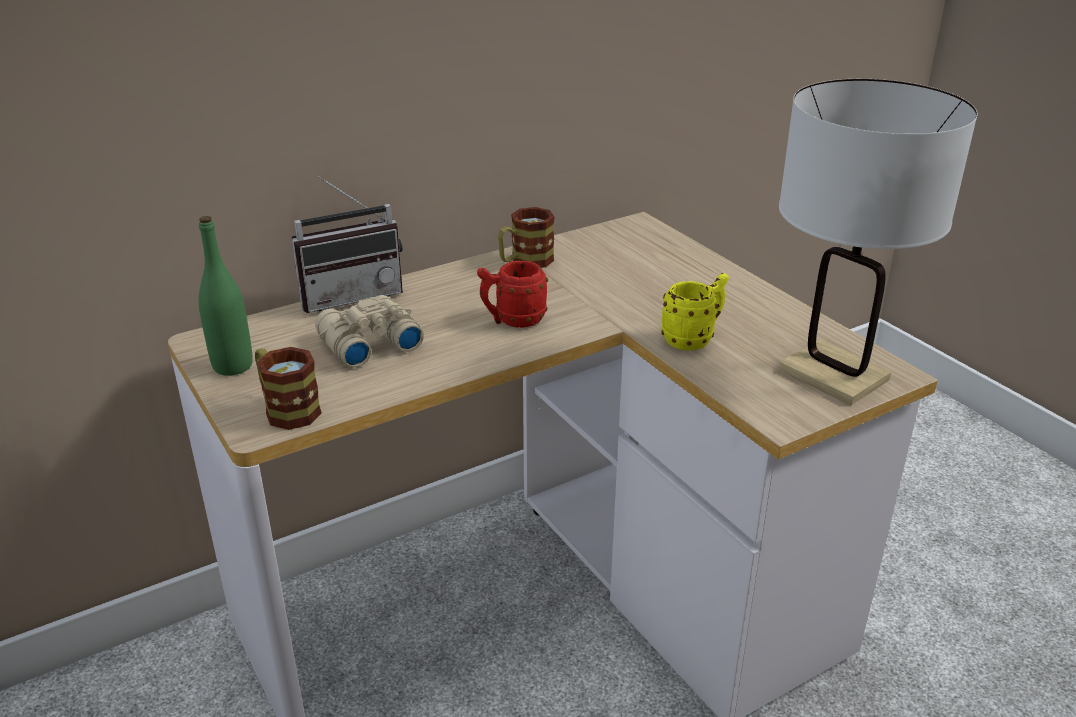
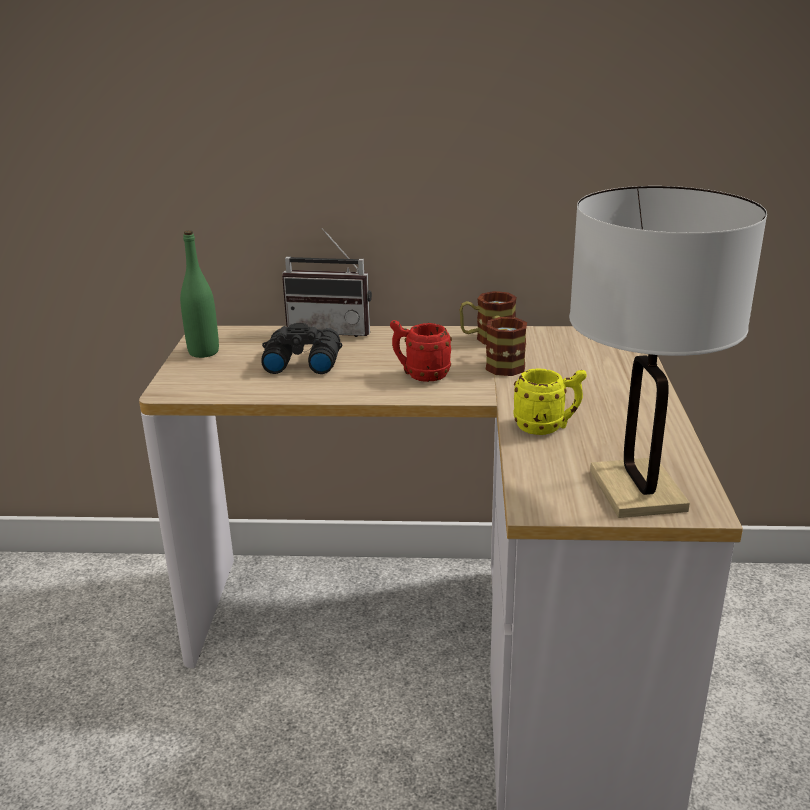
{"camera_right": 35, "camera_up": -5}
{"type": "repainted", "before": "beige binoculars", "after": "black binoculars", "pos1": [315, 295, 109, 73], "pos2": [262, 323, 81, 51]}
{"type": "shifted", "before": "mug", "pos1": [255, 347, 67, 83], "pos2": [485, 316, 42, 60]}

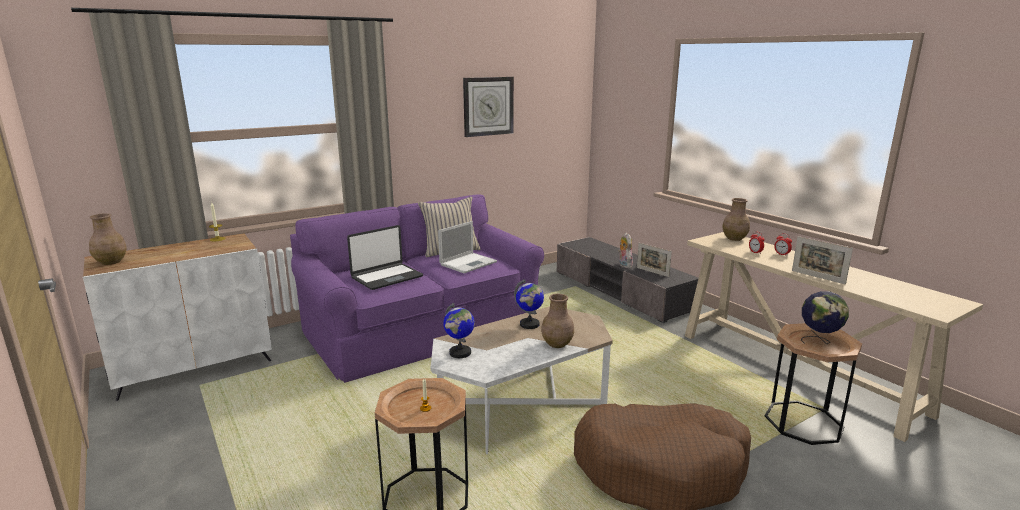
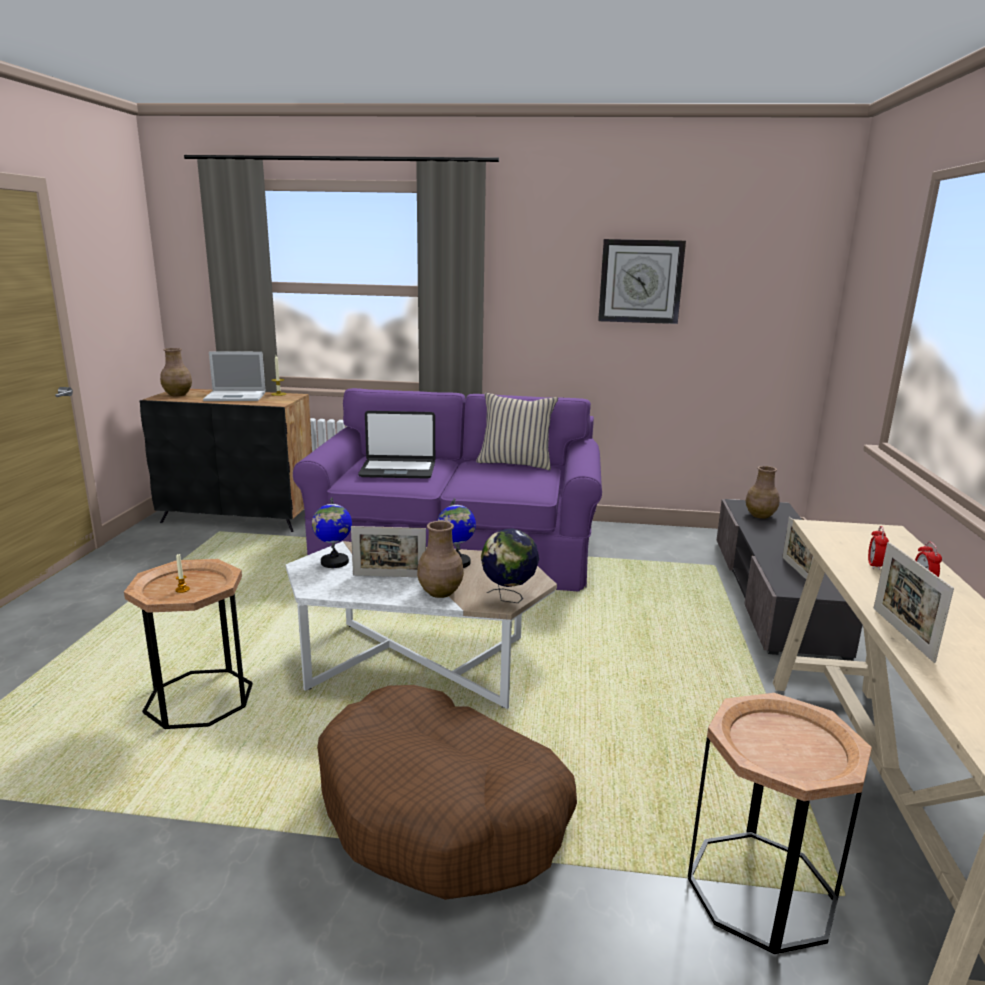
{"camera_right": 40, "camera_up": 0}
{"type": "shifted", "before": "brown vase", "pos1": [722, 198, 28, 43], "pos2": [746, 466, 34, 53]}
{"type": "shifted", "before": "laptop", "pos1": [438, 221, 59, 52], "pos2": [203, 351, 62, 50]}
{"type": "repainted", "before": "white cabinet", "after": "black cabinet", "pos1": [83, 233, 189, 168], "pos2": [139, 389, 173, 143]}
{"type": "gone", "before": "plush toy", "pos1": [618, 233, 15, 35]}
{"type": "shifted", "before": "globe", "pos1": [801, 291, 48, 53], "pos2": [481, 528, 58, 75]}
{"type": "new", "after": "picture frame", "pos2": [351, 526, 75, 51]}

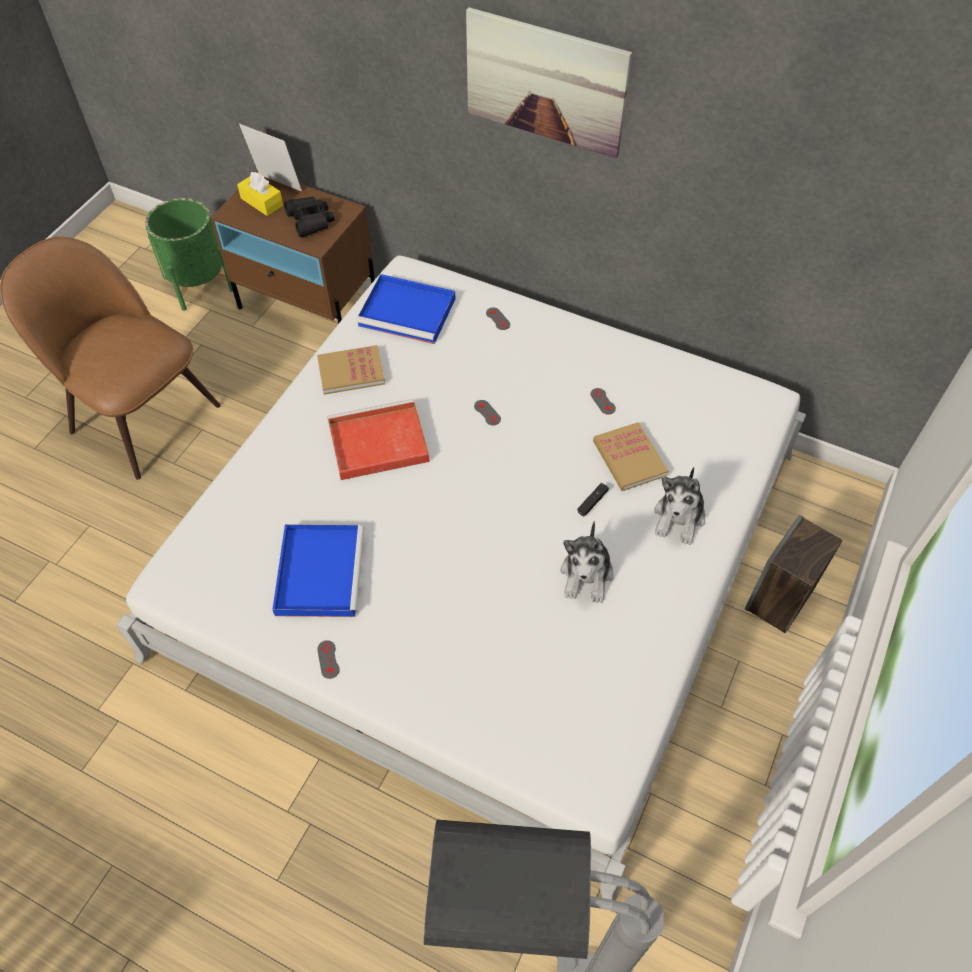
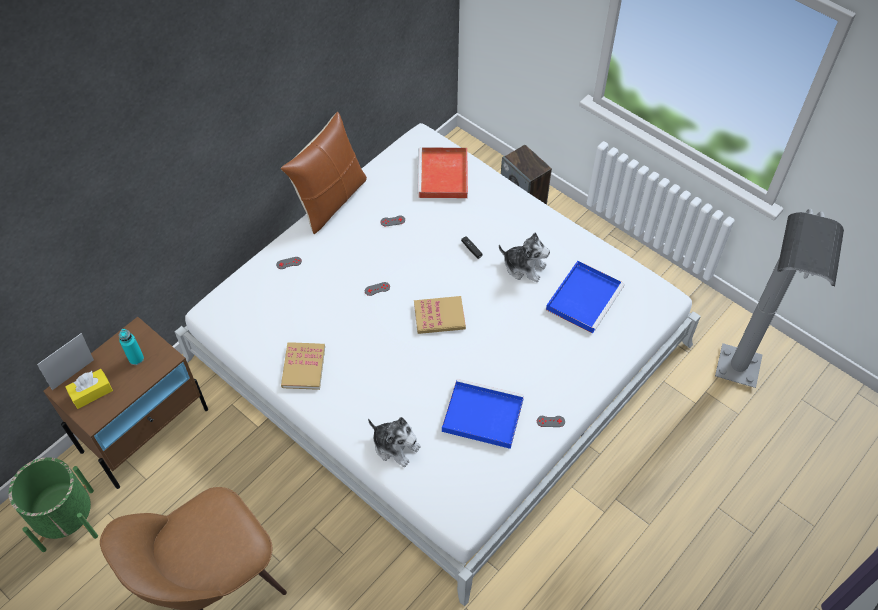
{"camera_right": -75, "camera_up": 0}
{"type": "gone", "before": "picture", "pos1": [466, 7, 166, 151]}
{"type": "swapped", "before": "black binoculars", "after": "turquoise bottle", "pos1": [284, 196, 51, 41], "pos2": [118, 329, 26, 36]}
{"type": "shifted", "before": "blue tray", "pos1": [357, 274, 98, 70], "pos2": [546, 261, 79, 73]}
{"type": "shifted", "before": "red tray", "pos1": [327, 399, 103, 81], "pos2": [417, 147, 51, 51]}
{"type": "shifted", "before": "book", "pos1": [593, 422, 75, 69], "pos2": [414, 296, 52, 38]}
{"type": "shifted", "before": "plush toy", "pos1": [654, 467, 51, 78], "pos2": [368, 417, 53, 50]}
{"type": "new", "after": "brown pillow", "pos2": [281, 112, 86, 122]}

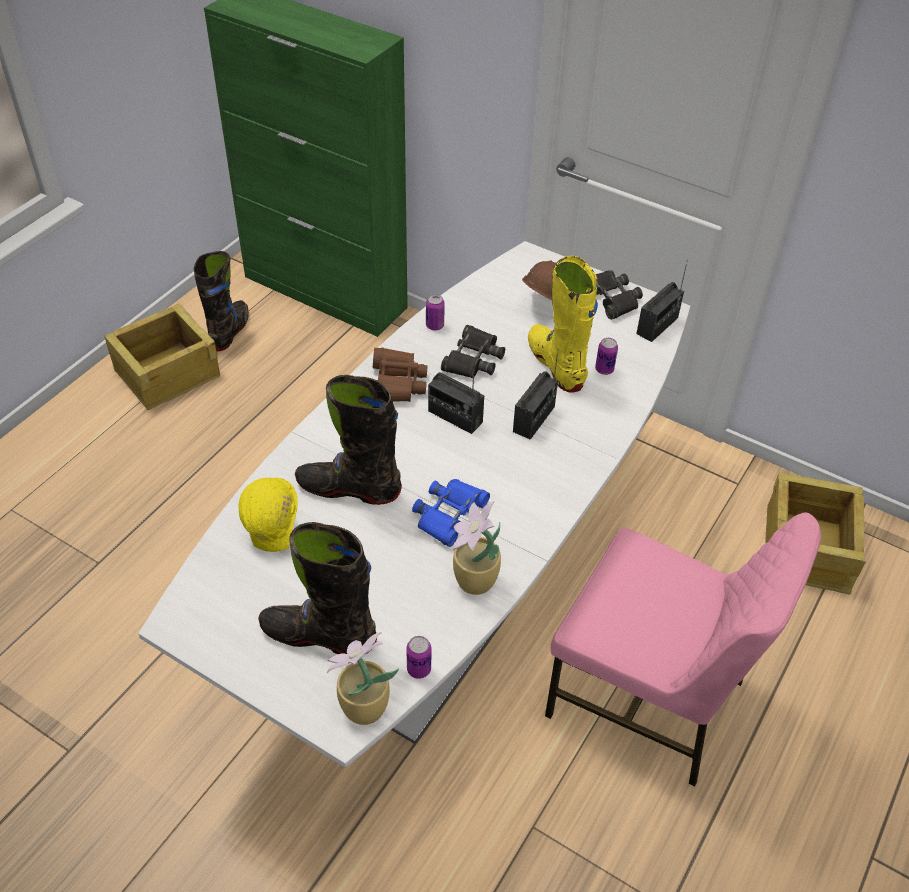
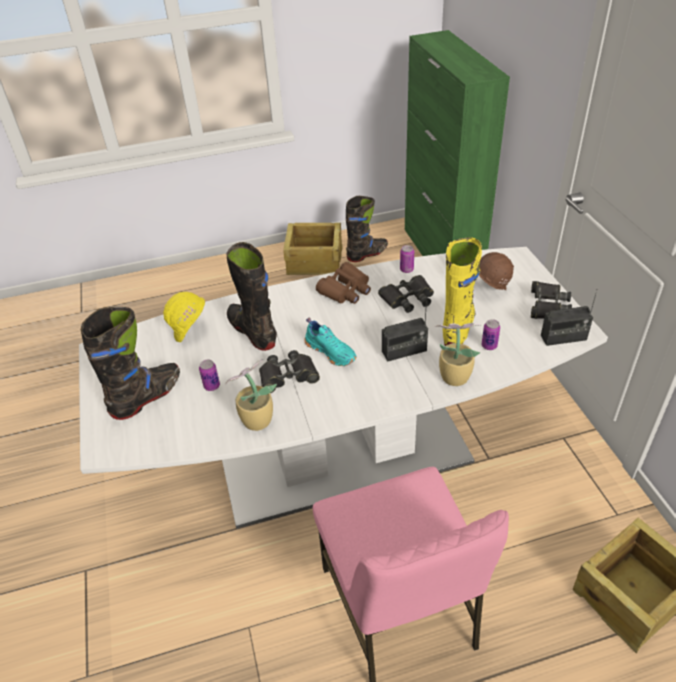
{"camera_right": 45, "camera_up": -5}
{"type": "gone", "before": "radio", "pos1": [428, 372, 56, 62]}
{"type": "repainted", "before": "blue binoculars", "after": "black binoculars", "pos1": [412, 479, 78, 68], "pos2": [259, 350, 61, 43]}
{"type": "rotated", "before": "black boot", "pos1": [258, 522, 119, 132], "pos2": [81, 307, 99, 113], "turn": 75}
{"type": "shifted", "before": "potted plant", "pos1": [327, 632, 72, 93], "pos2": [435, 323, 46, 63]}
{"type": "shifted", "before": "can", "pos1": [406, 636, 25, 43], "pos2": [199, 360, 21, 31]}
{"type": "new", "after": "turquoise shoe", "pos2": [304, 318, 52, 48]}

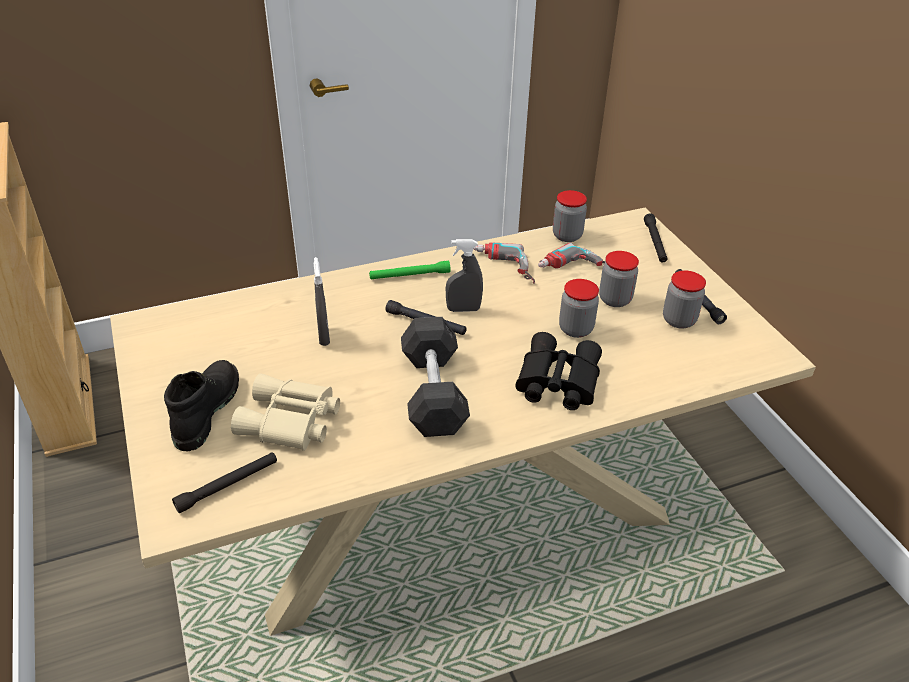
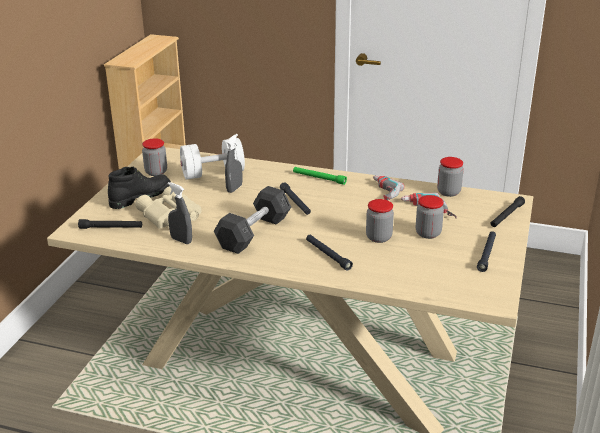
{"camera_right": 40, "camera_up": -10}
{"type": "shifted", "before": "grey spray bottle", "pos1": [446, 239, 37, 73], "pos2": [168, 182, 24, 62]}
{"type": "shifted", "before": "jar", "pos1": [663, 271, 43, 58], "pos2": [142, 138, 25, 38]}
{"type": "swapped", "before": "black binoculars", "after": "black flashlight", "pos1": [515, 332, 87, 78], "pos2": [306, 235, 47, 36]}
{"type": "new", "after": "white dumbbell", "pos2": [180, 138, 65, 42]}

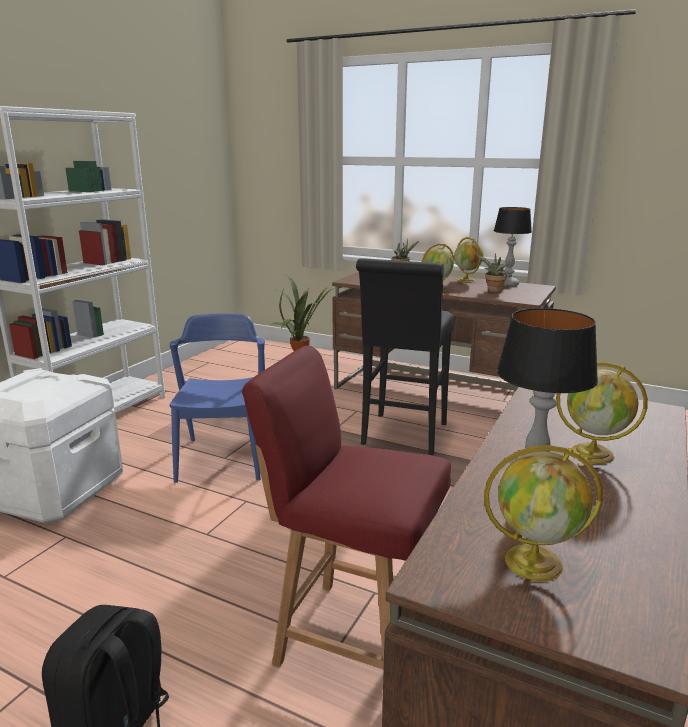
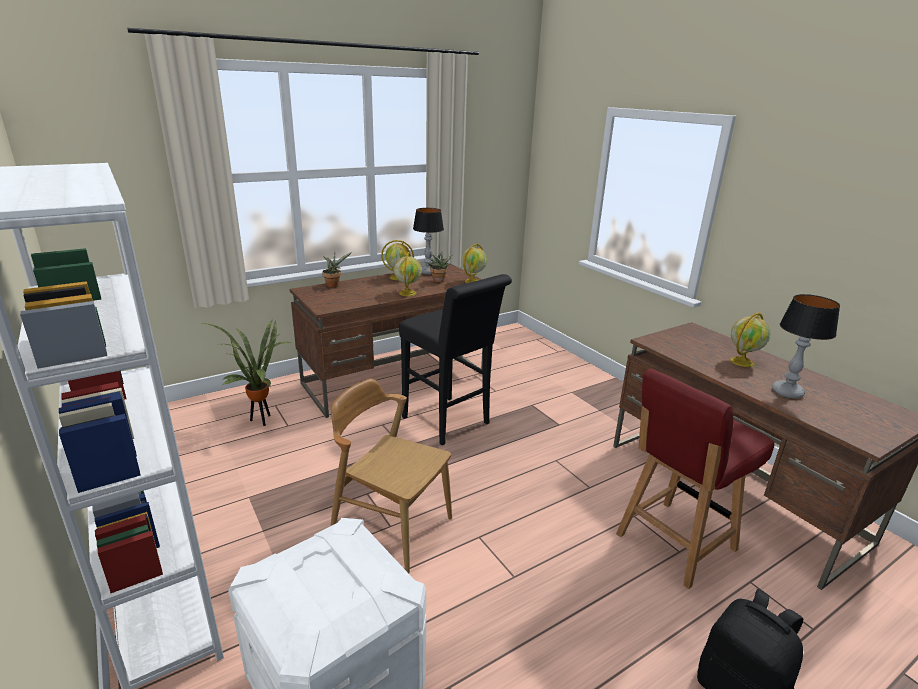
{"camera_right": -60, "camera_up": 5}
{"type": "repainted", "before": "blue chair", "after": "brown chair", "pos1": [169, 314, 96, 169], "pos2": [330, 378, 122, 195]}
{"type": "shifted", "before": "globe", "pos1": [484, 445, 119, 136], "pos2": [461, 244, 26, 39]}

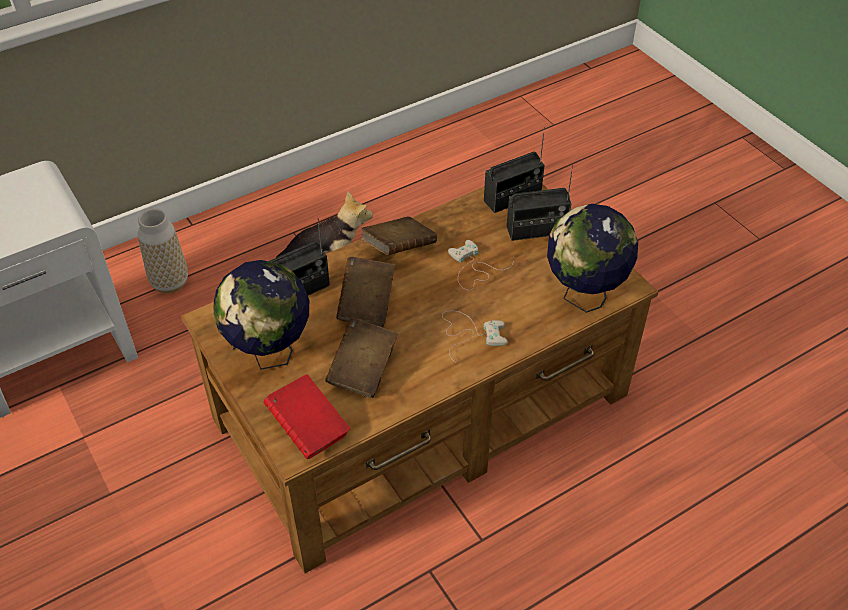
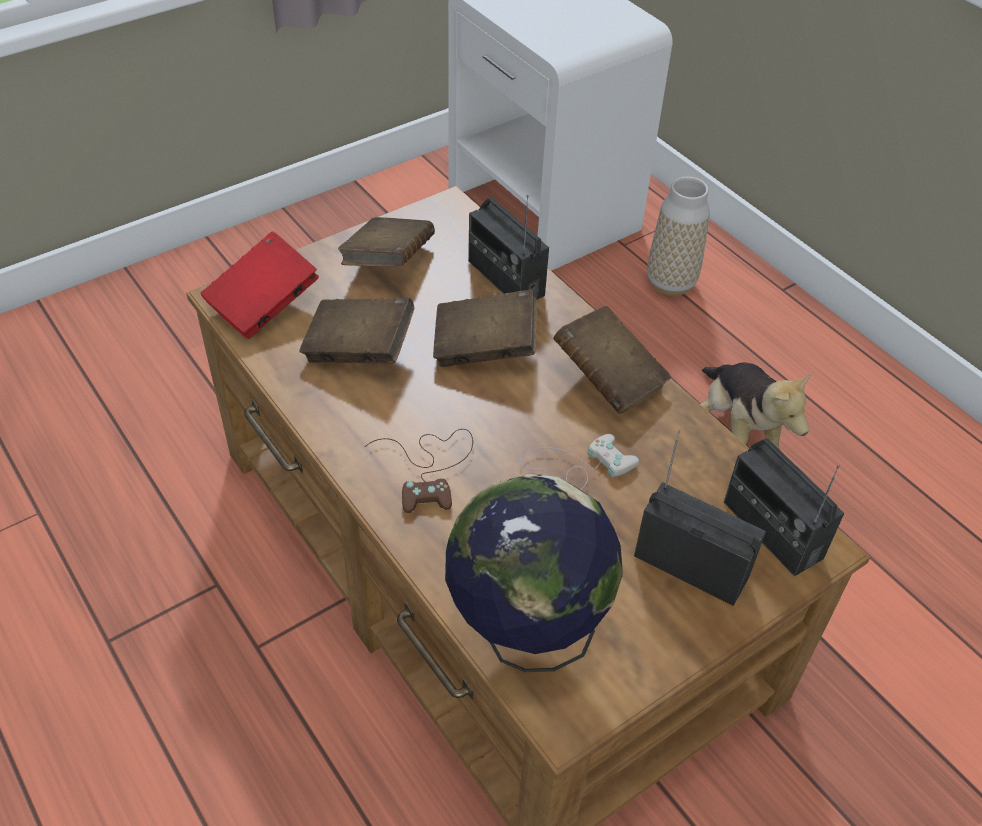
{"camera_right": 85, "camera_up": 0}
{"type": "rotated", "before": "radio", "pos1": [507, 165, 66, 76], "pos2": [634, 430, 132, 176], "turn": 135}
{"type": "swapped", "before": "globe", "after": "brown book", "pos1": [213, 260, 96, 110], "pos2": [338, 217, 97, 50]}
{"type": "repainted", "before": "white game controller", "after": "brown game controller", "pos1": [442, 311, 65, 52], "pos2": [365, 429, 108, 85]}

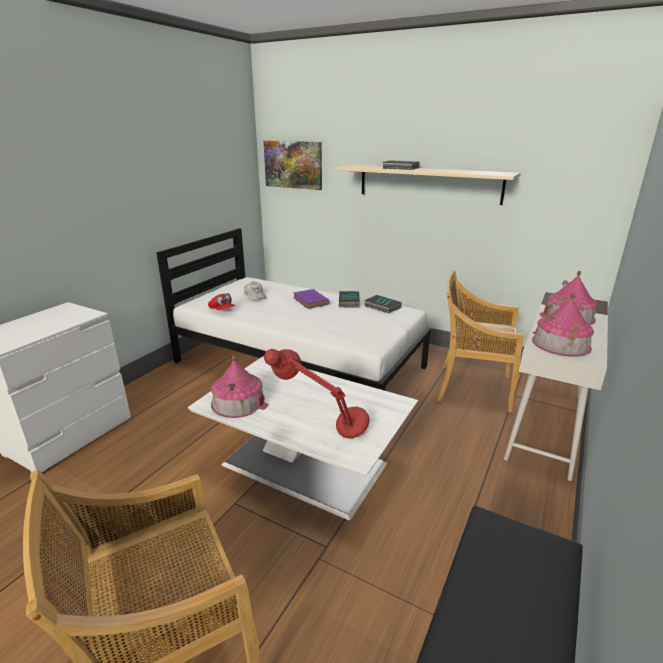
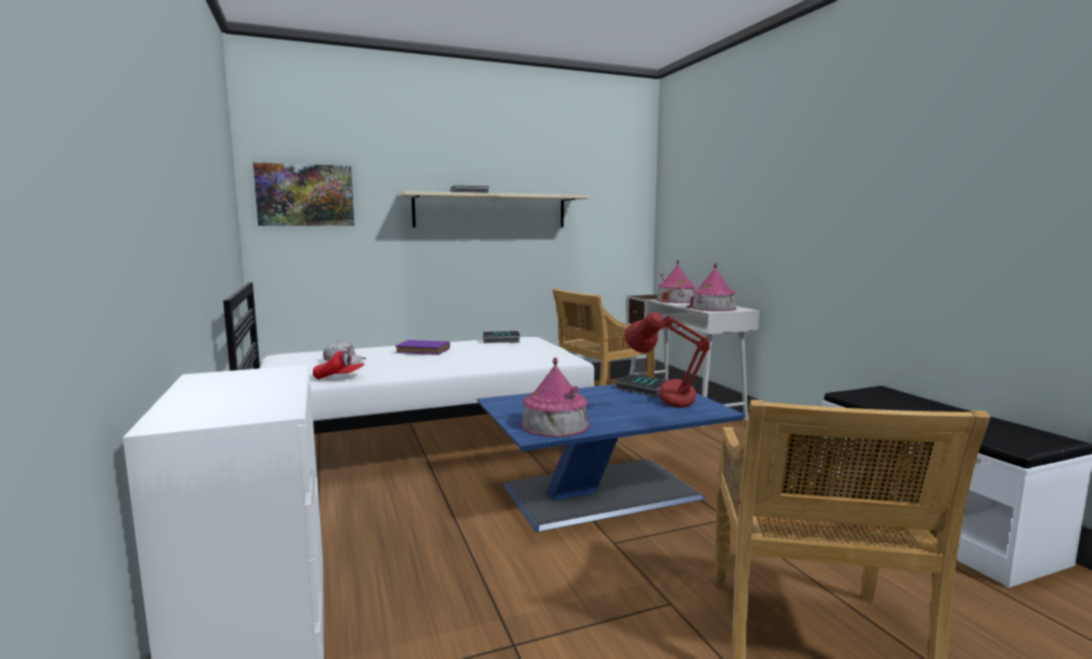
{"camera_right": -50, "camera_up": -15}
{"type": "shifted", "before": "book", "pos1": [339, 291, 21, 17], "pos2": [616, 374, 50, 23]}
{"type": "repainted", "before": "white coffee table", "after": "blue coffee table", "pos1": [188, 356, 230, 164], "pos2": [477, 379, 268, 153]}

